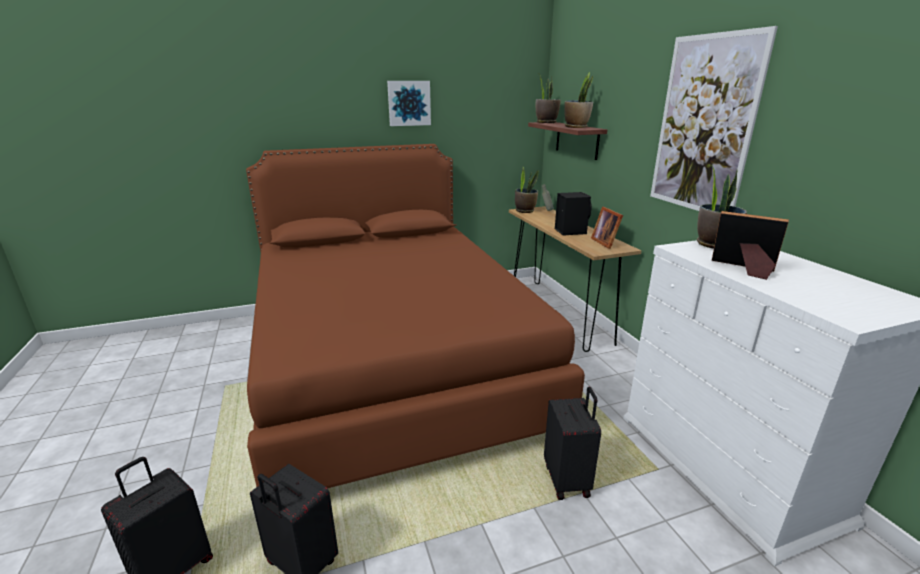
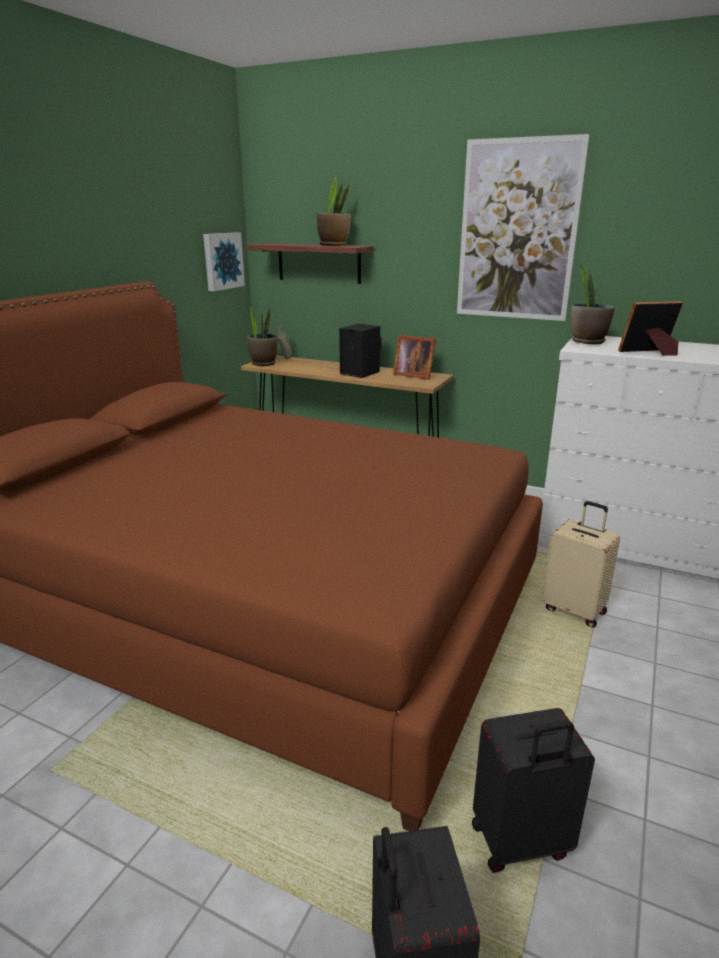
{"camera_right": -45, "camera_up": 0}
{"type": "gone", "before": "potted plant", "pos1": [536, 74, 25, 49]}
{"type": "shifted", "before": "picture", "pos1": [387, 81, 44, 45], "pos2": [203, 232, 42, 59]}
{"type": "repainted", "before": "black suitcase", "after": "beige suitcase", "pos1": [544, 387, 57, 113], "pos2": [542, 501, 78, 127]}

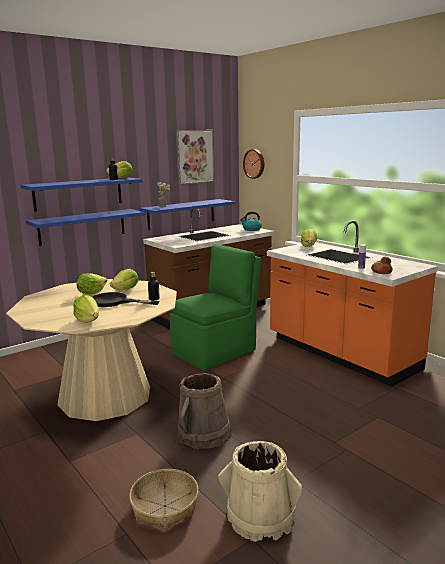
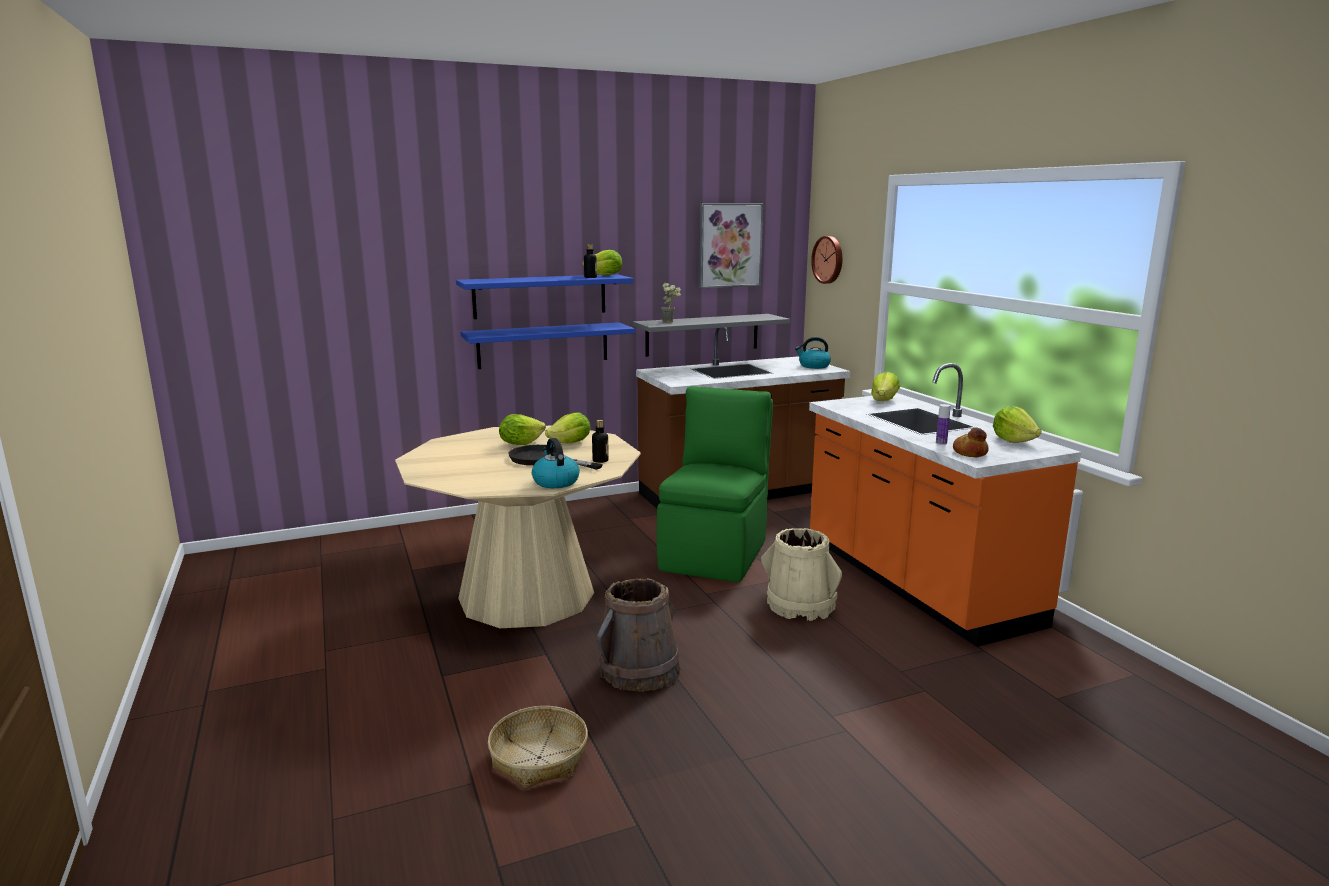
{"camera_right": 15, "camera_up": 0}
{"type": "repainted", "before": "blue shelf", "after": "grey shelf", "pos1": [139, 199, 97, 31], "pos2": [633, 314, 157, 43]}
{"type": "rotated", "before": "green chair", "pos1": [170, 244, 92, 126], "pos2": [657, 386, 116, 196], "turn": -45}
{"type": "shifted", "before": "lettuce", "pos1": [73, 295, 26, 28], "pos2": [993, 406, 48, 37]}
{"type": "shifted", "before": "beige bucket", "pos1": [218, 441, 84, 101], "pos2": [761, 528, 81, 93]}
{"type": "new", "after": "kettle", "pos2": [532, 438, 48, 50]}

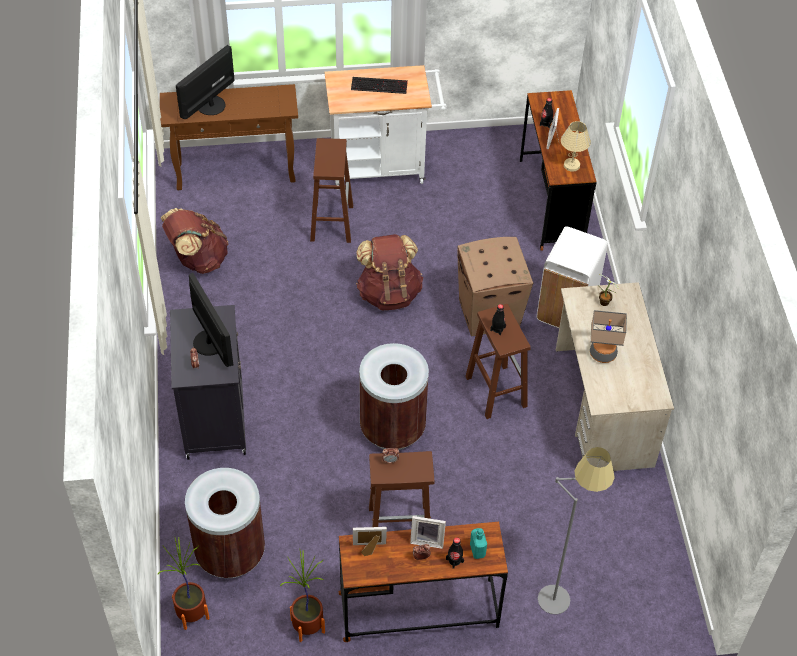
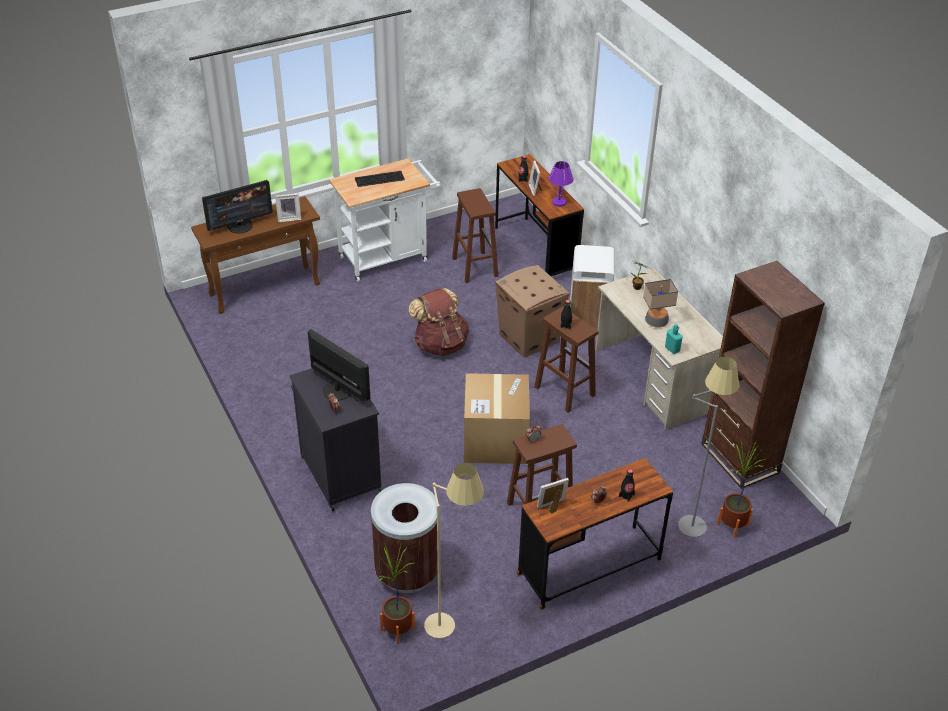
{"camera_right": -20, "camera_up": -10}
{"type": "rotated", "before": "monitor", "pos1": [176, 45, 59, 74], "pos2": [202, 180, 71, 53], "turn": -135}
{"type": "repainted", "before": "beige table lamp", "after": "purple table lamp", "pos1": [561, 121, 30, 51], "pos2": [548, 161, 26, 46]}
{"type": "shifted", "before": "brown stool", "pos1": [310, 138, 43, 105], "pos2": [452, 188, 46, 95]}
{"type": "gone", "before": "brown backpack", "pos1": [160, 208, 68, 66]}
{"type": "swapped", "before": "brown trash can", "after": "cardboard box", "pos1": [359, 343, 70, 107], "pos2": [464, 373, 66, 91]}
{"type": "shifted", "before": "picture frame", "pos1": [410, 516, 36, 33], "pos2": [275, 193, 26, 29]}
{"type": "shifted", "before": "turquoise bottle", "pos1": [470, 528, 17, 31], "pos2": [665, 324, 18, 30]}
{"type": "shifted", "before": "potted plant", "pos1": [280, 550, 45, 92], "pos2": [717, 439, 50, 98]}
{"type": "new", "after": "brown bookcase", "pos2": [701, 261, 124, 228]}
{"type": "new", "after": "beige floor lamp", "pos2": [424, 463, 60, 176]}

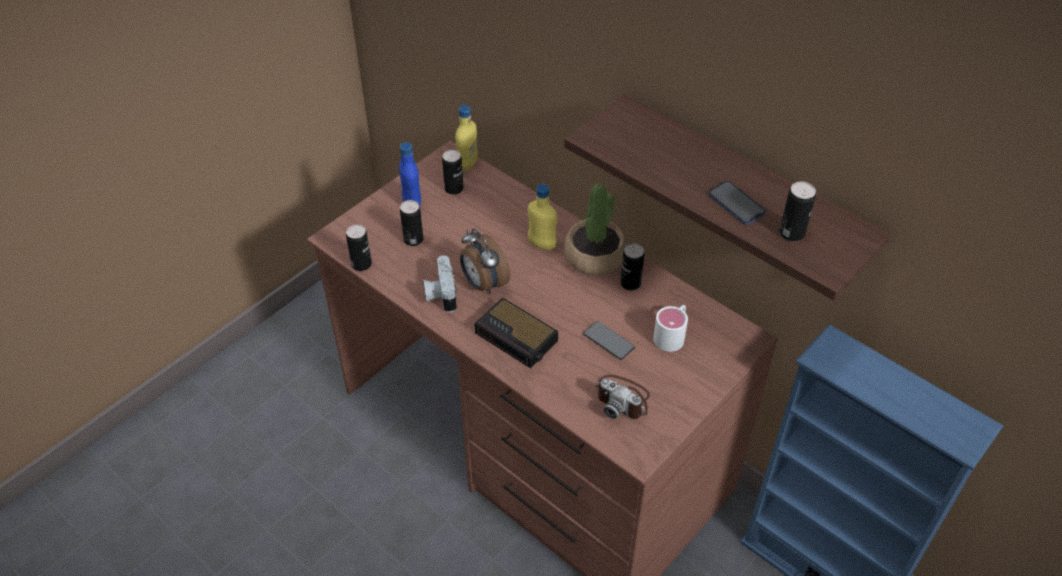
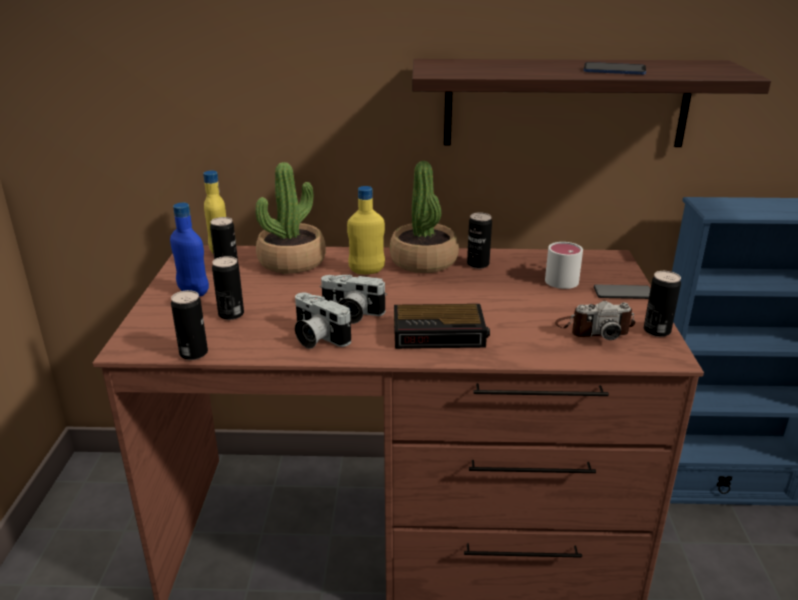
{"camera_right": -40, "camera_up": -20}
{"type": "shifted", "before": "can", "pos1": [779, 182, 37, 59], "pos2": [644, 271, 37, 66]}
{"type": "swapped", "before": "alarm clock", "after": "photo camera", "pos1": [460, 229, 51, 65], "pos2": [320, 275, 67, 49]}
{"type": "shifted", "before": "phone", "pos1": [583, 321, 52, 39], "pos2": [594, 285, 57, 14]}
{"type": "new", "after": "potted plant", "pos2": [255, 162, 71, 112]}

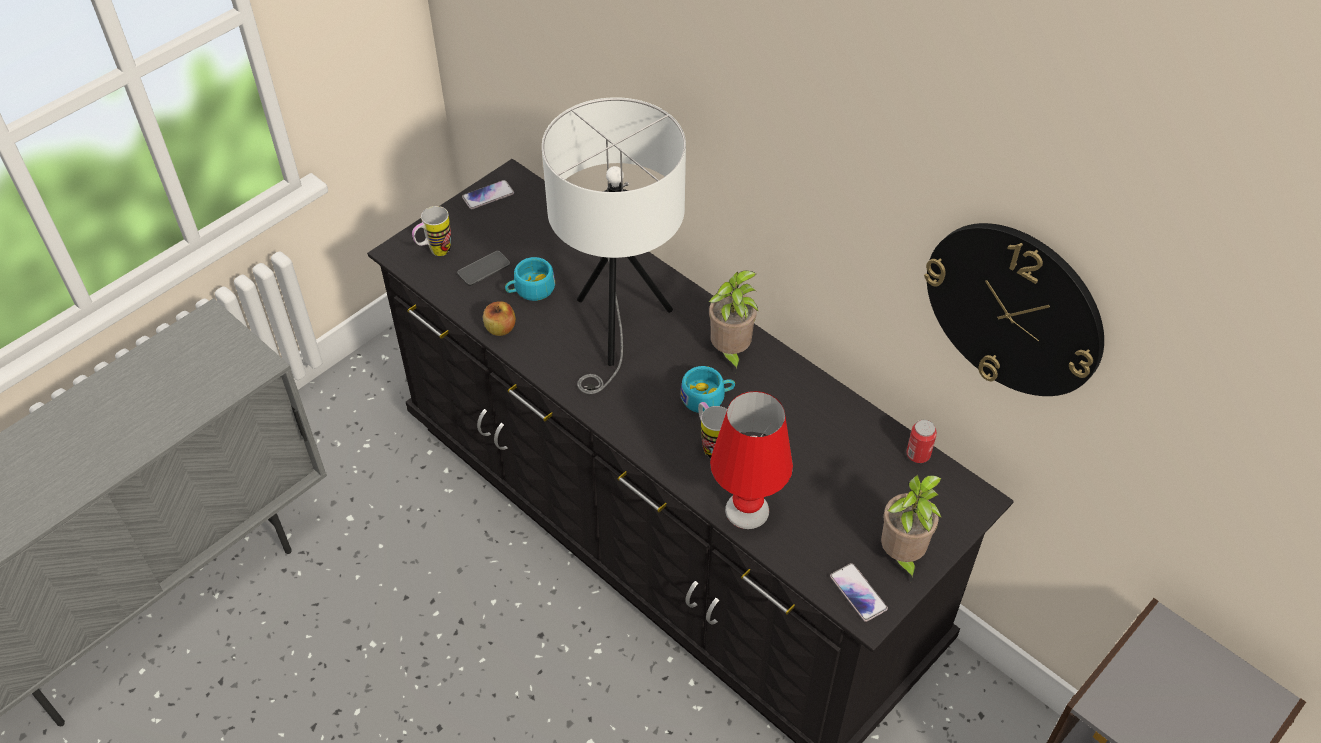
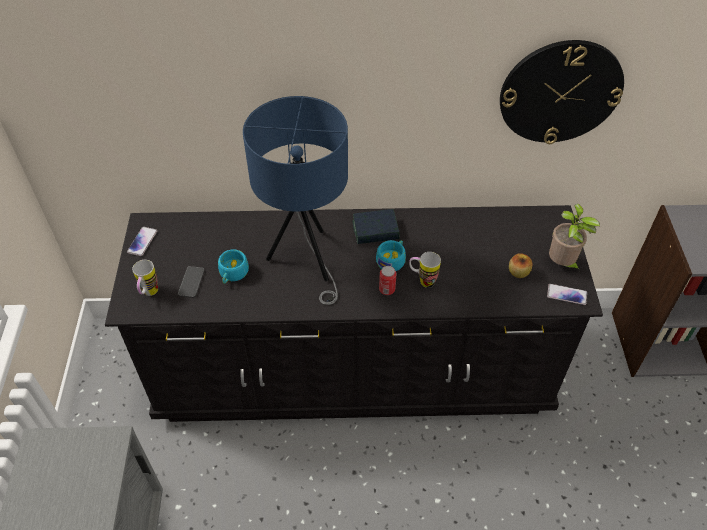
{"camera_right": -45, "camera_up": 0}
{"type": "repainted", "before": "white table lamp", "after": "blue table lamp", "pos1": [542, 97, 144, 297], "pos2": [243, 96, 105, 209]}
{"type": "swapped", "before": "potted plant", "after": "book", "pos1": [709, 271, 49, 102], "pos2": [352, 209, 48, 35]}
{"type": "shifted", "before": "apple", "pos1": [483, 301, 33, 35], "pos2": [509, 253, 24, 25]}
{"type": "gone", "before": "red table lamp", "pos1": [710, 391, 83, 138]}
{"type": "shifted", "before": "can", "pos1": [907, 420, 30, 43], "pos2": [379, 266, 17, 29]}

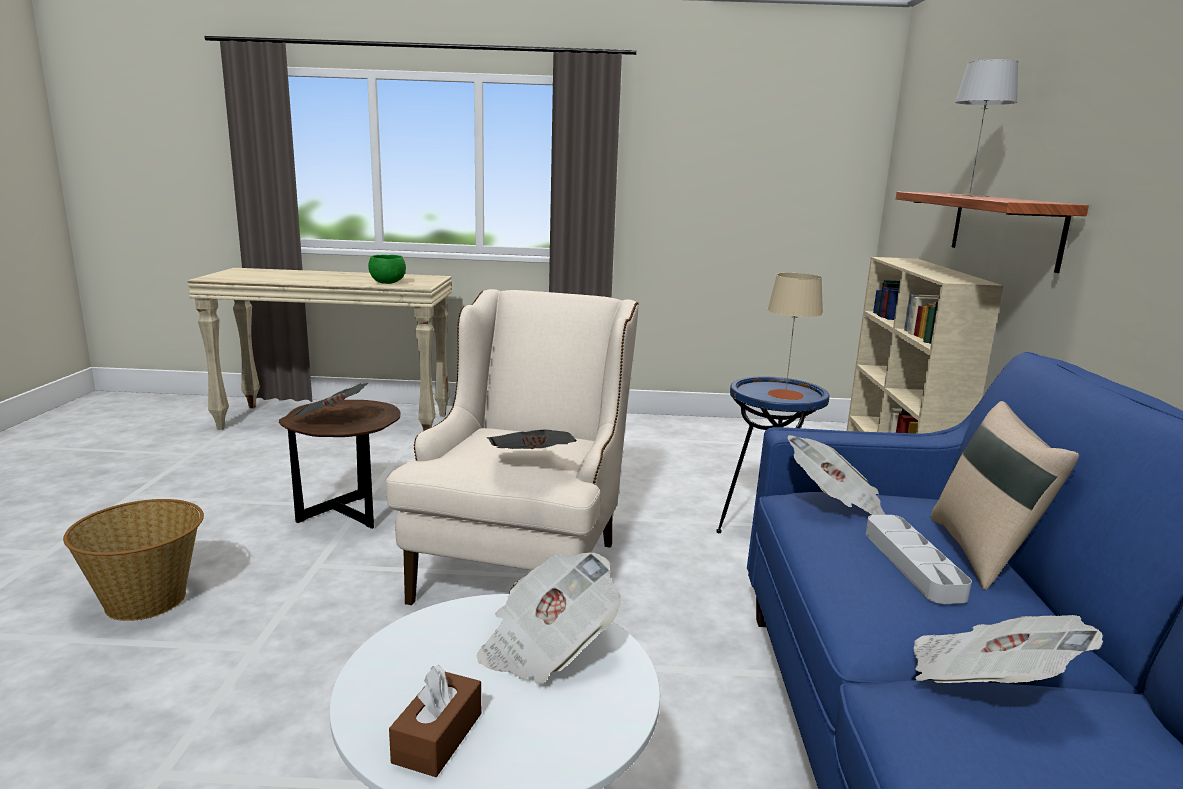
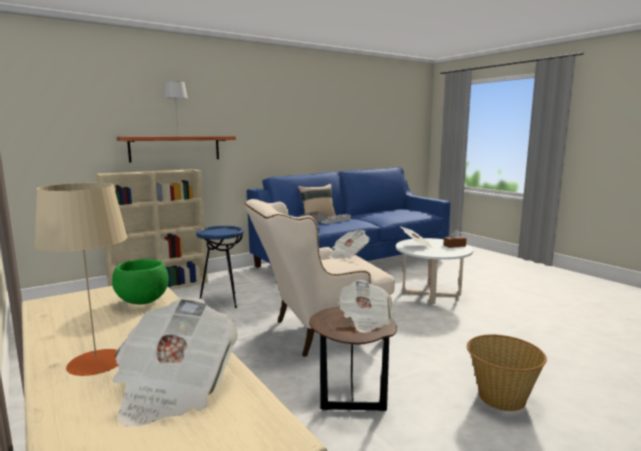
{"camera_right": -125, "camera_up": -5}
{"type": "shifted", "before": "beige table lamp", "pos1": [767, 273, 56, 127], "pos2": [34, 183, 93, 193]}
{"type": "shifted", "before": "newspaper", "pos1": [914, 615, 189, 68], "pos2": [113, 297, 125, 130]}

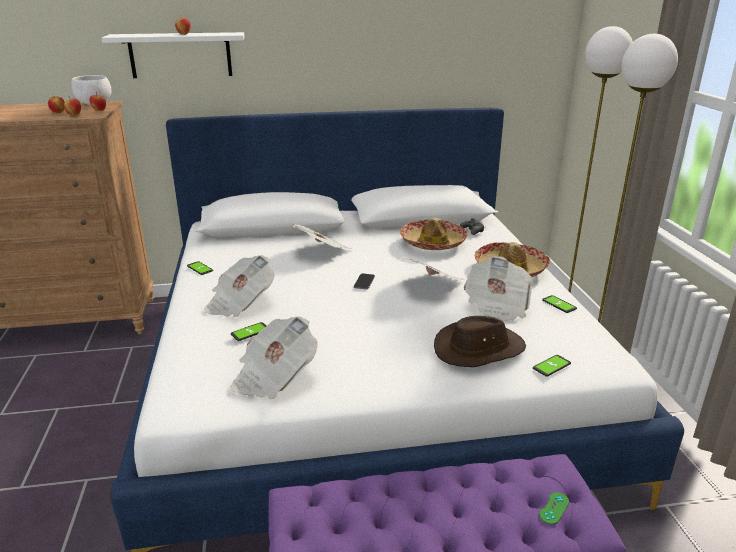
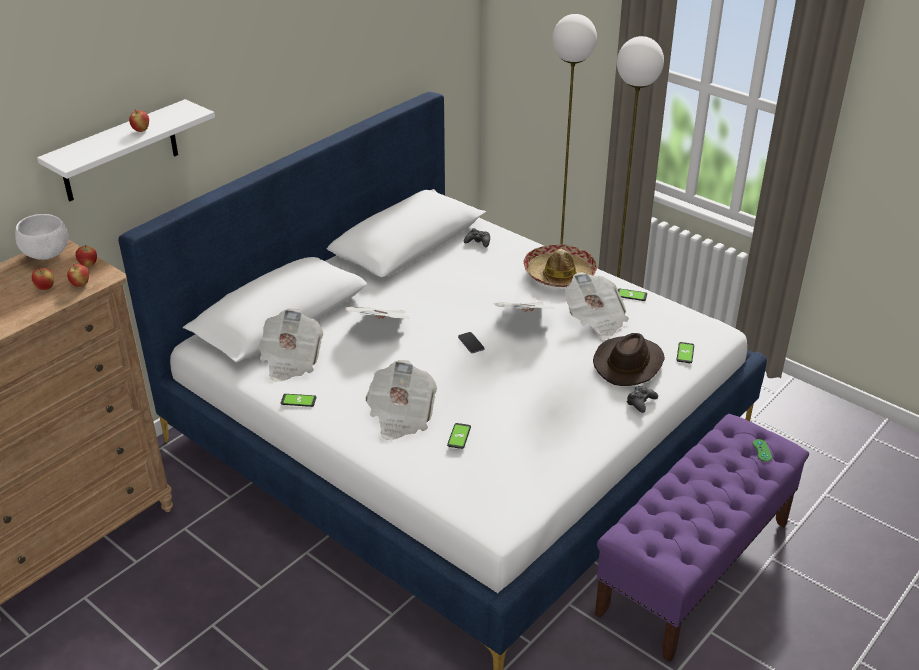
{"camera_right": -40, "camera_up": 10}
{"type": "gone", "before": "hat", "pos1": [400, 217, 68, 33]}
{"type": "shifted", "before": "newspaper", "pos1": [231, 317, 87, 82], "pos2": [258, 309, 65, 73]}
{"type": "new", "after": "black game controller", "pos2": [627, 386, 31, 27]}

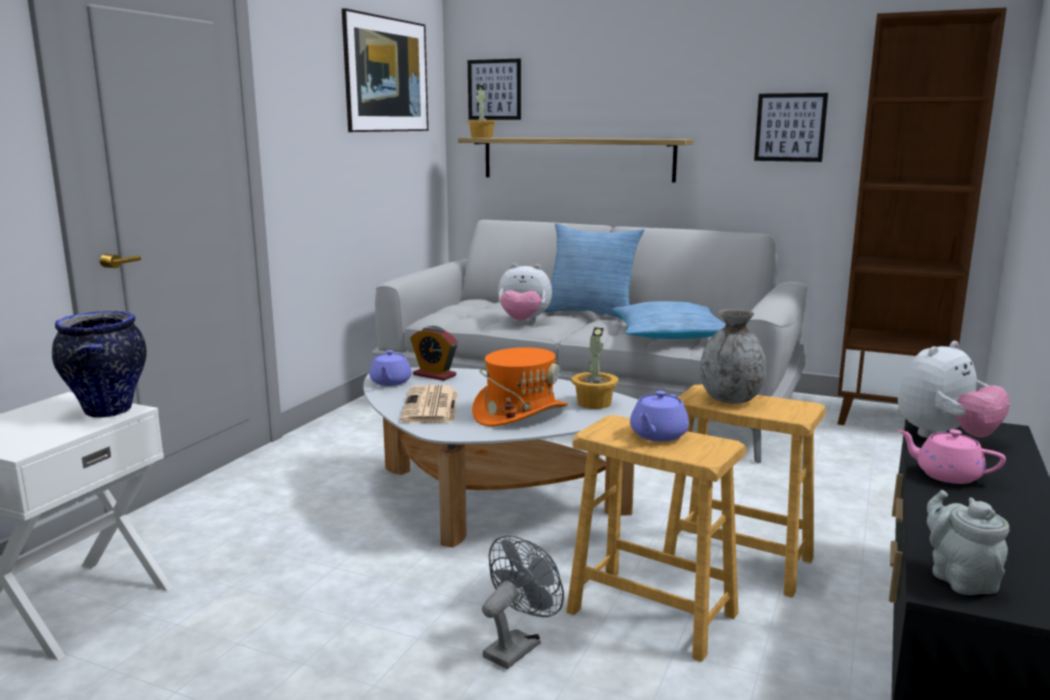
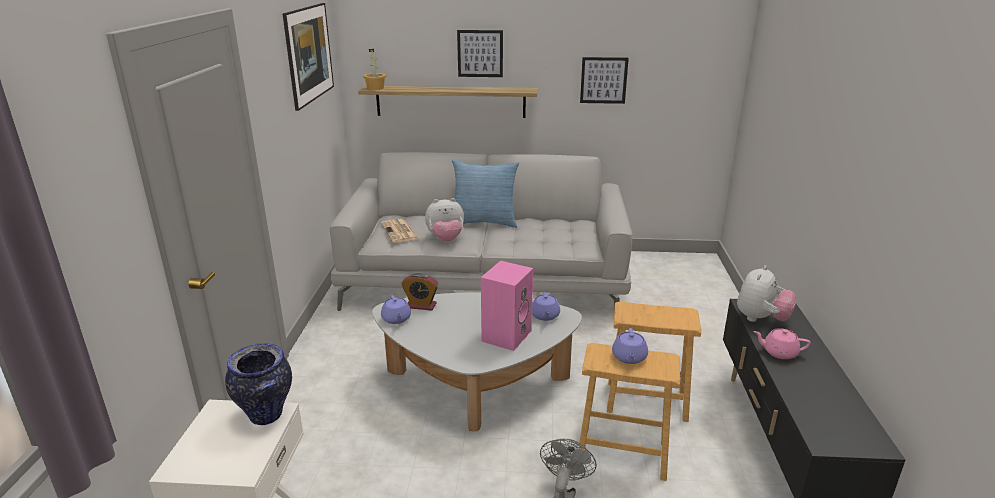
{"camera_right": -20, "camera_up": 10}
{"type": "gone", "before": "brown bookcase", "pos1": [838, 7, 169, 418]}
{"type": "shifted", "before": "picture", "pos1": [468, 59, 53, 61], "pos2": [457, 30, 46, 47]}
{"type": "gone", "before": "pillow", "pos1": [612, 301, 114, 38]}
{"type": "gone", "before": "grey vase", "pos1": [700, 309, 67, 95]}
{"type": "swapped", "before": "potted plant", "after": "purple teapot", "pos1": [572, 327, 46, 82], "pos2": [532, 292, 28, 29]}
{"type": "swapped", "before": "orange hat", "after": "pink speaker", "pos1": [472, 347, 96, 80], "pos2": [481, 261, 52, 90]}
{"type": "shifted", "before": "newspaper", "pos1": [400, 385, 58, 38], "pos2": [381, 219, 37, 24]}
{"type": "gone", "before": "grey teapot", "pos1": [927, 490, 82, 105]}

